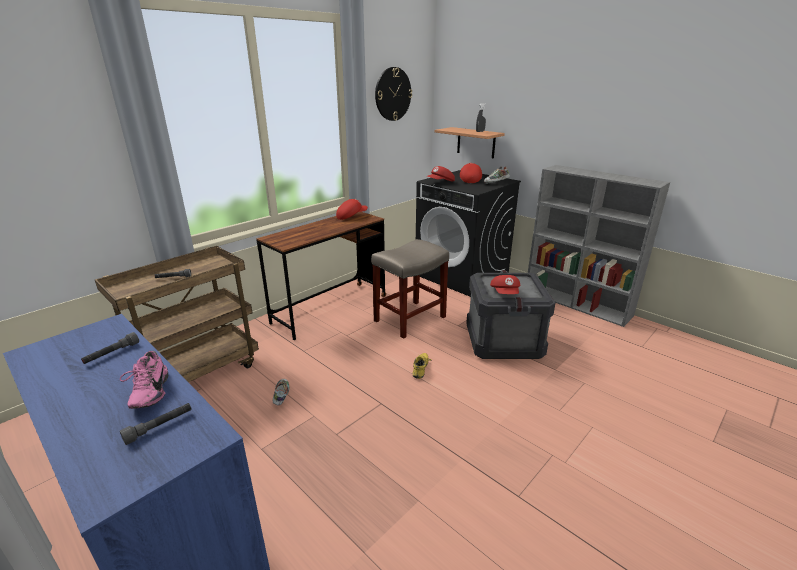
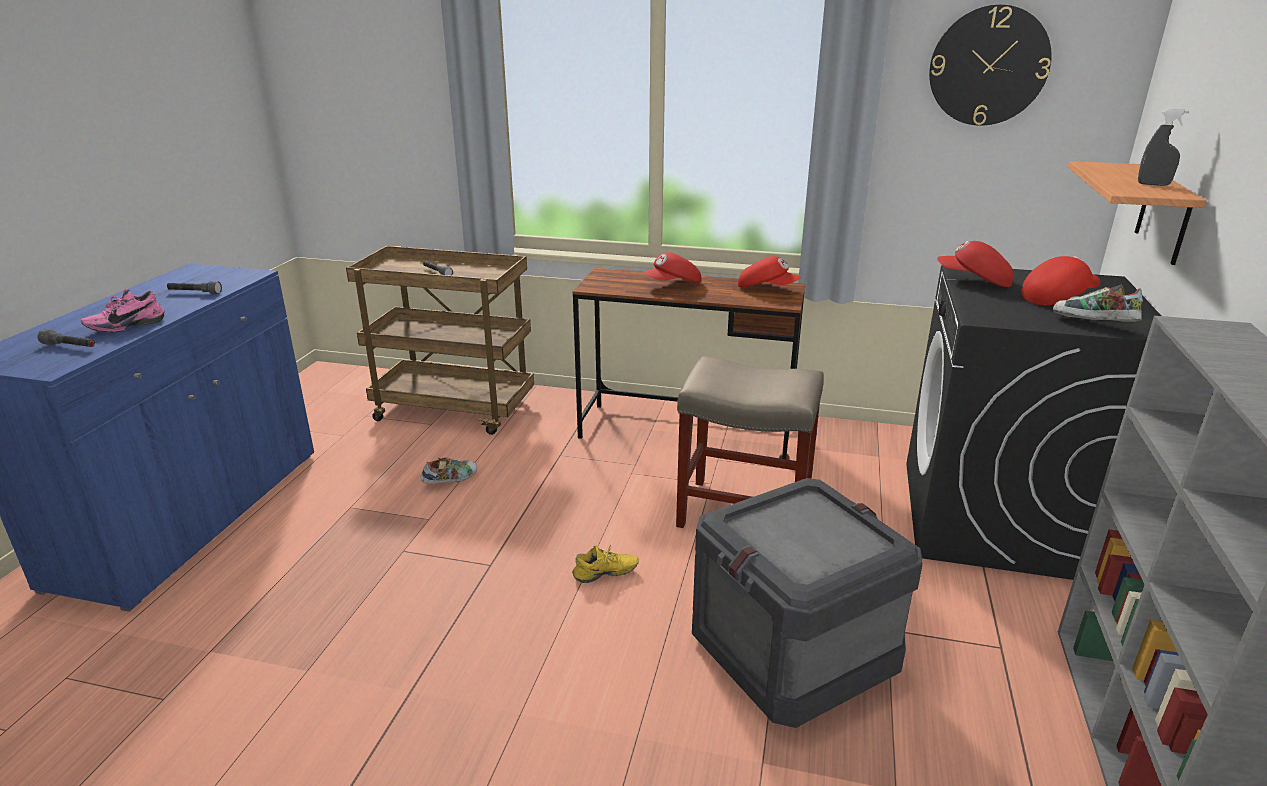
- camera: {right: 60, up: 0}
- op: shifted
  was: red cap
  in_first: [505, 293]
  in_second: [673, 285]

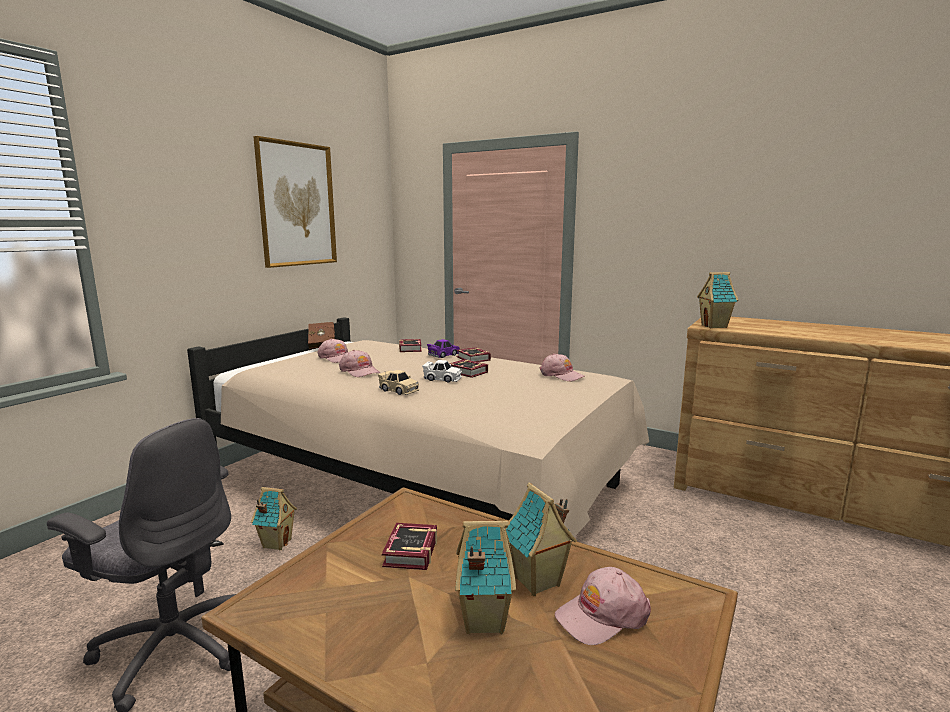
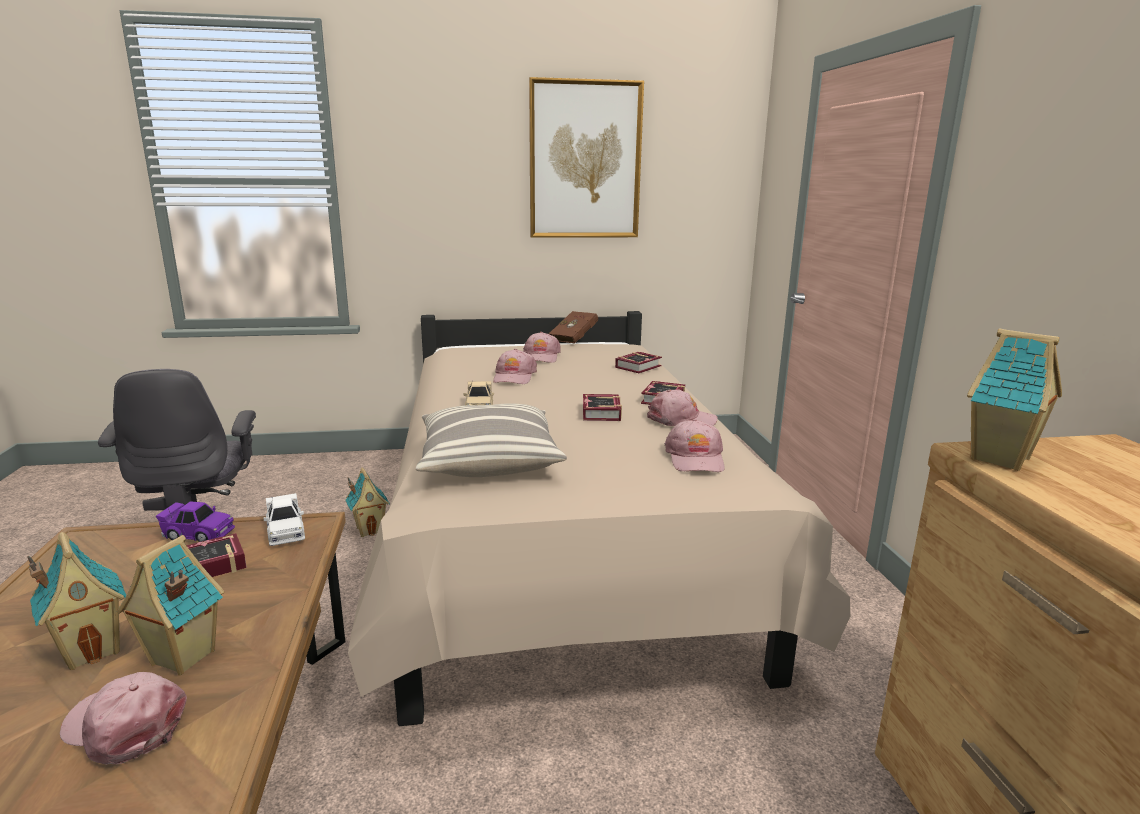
- camera: {right: 50, up: 5}
- op: new
  now: pillow
  in_second: [488, 461]
- op: new
  now: pink cap
  in_second: [681, 420]
- op: shifted
  was: white toy car
  in_first: [442, 379]
  in_second: [285, 531]
- op: shifted
  was: purple toy car
  in_first: [443, 355]
  in_second: [198, 534]

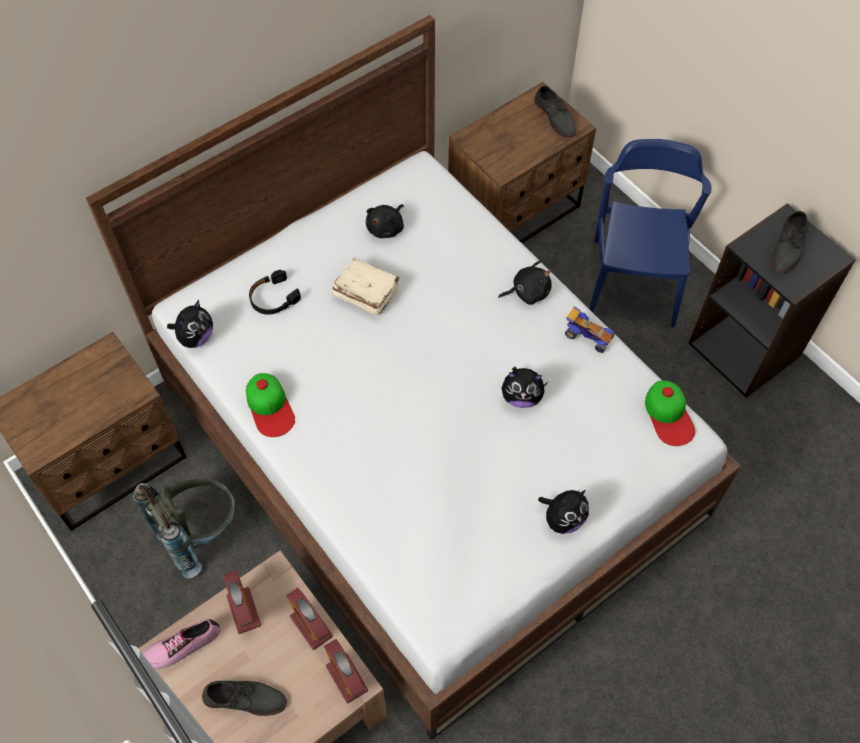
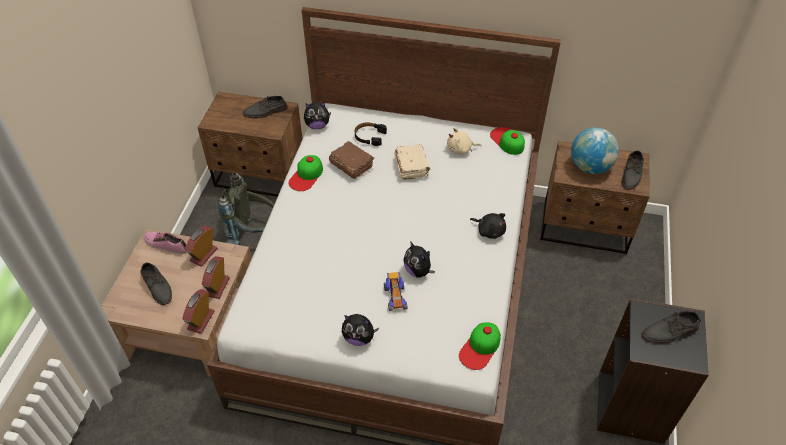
- camera: {right: 50, up: -10}
- op: gone
  was: blue chair
  in_first: [633, 282]
- op: new
  now: grey shoe
  in_second: [265, 111]
- op: new
  now: brown book
  in_second: [351, 165]
- op: new
  now: cap
  in_second: [507, 141]
- op: new
  now: globe
  in_second: [590, 167]
- op: shifted
  was: toy car
  in_first: [587, 335]
  in_second: [395, 297]
- op: repainted
  was: black plush toy
  now: beige plush toy
  in_first: [386, 228]
  in_second: [461, 149]

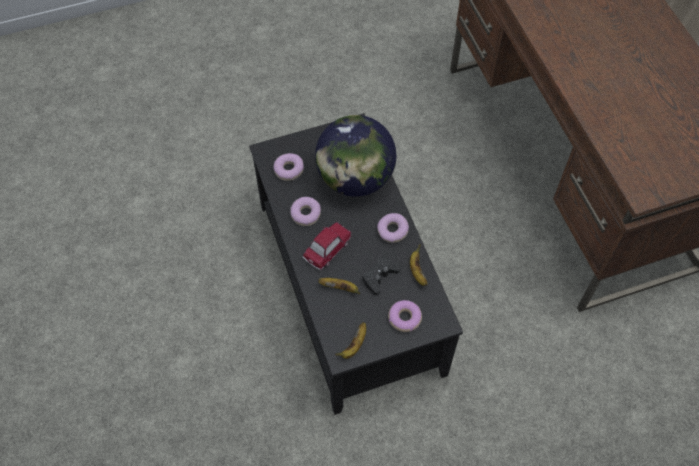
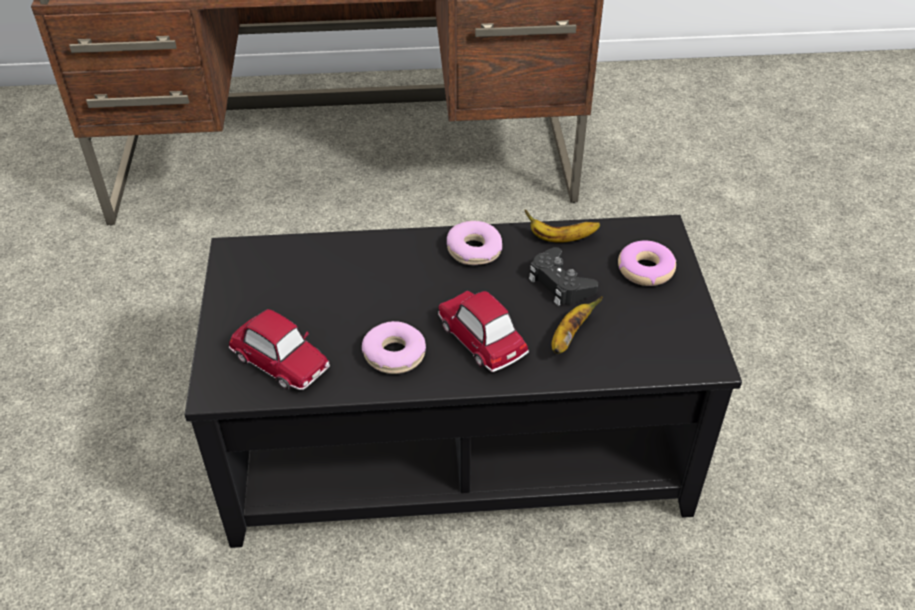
- camera: {right: -75, up: -15}
- op: gone
  was: globe
  in_first: [355, 178]
- op: gone
  was: banana
  in_first: [354, 346]
- op: swapped
  was: donut
  now: toy car
  in_first: [289, 170]
  in_second: [281, 361]

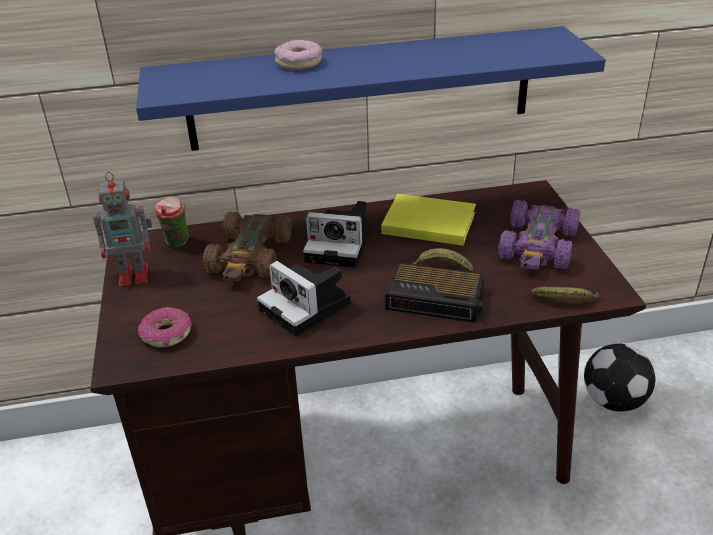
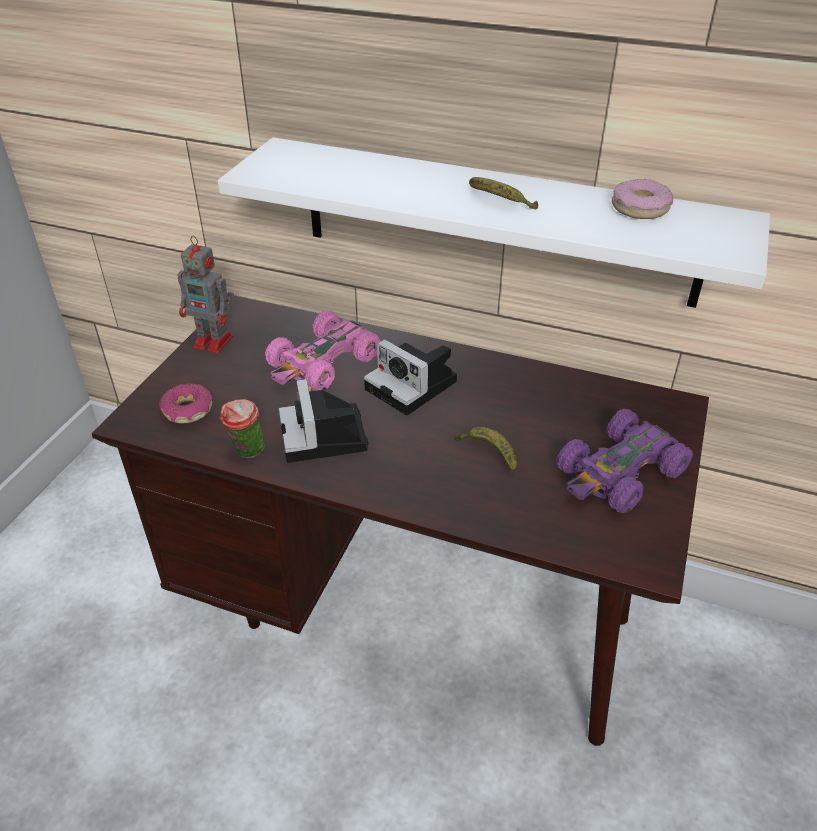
- camera: {right: 30, up: 5}
- op: gone
  was: yellow book
  in_first: [427, 222]
- op: gone
  was: alarm clock
  in_first: [437, 299]
- op: gone
  was: football
  in_first: [614, 401]
- op: shifted
  was: cup
  in_first: [177, 244]
  in_second: [247, 453]
- op: shifted
  was: donut
  in_first: [298, 63]
  in_second: [639, 208]
- op: shifted
  was: banana
  in_first: [566, 301]
  in_second: [499, 202]
- op: repainted
  was: blue shelf
  now: white shelf
  in_first: [361, 89]
  in_second: [496, 221]
- op: repainted
  was: brown toy car
  now: pink toy car
  in_first: [250, 256]
  in_second: [323, 363]

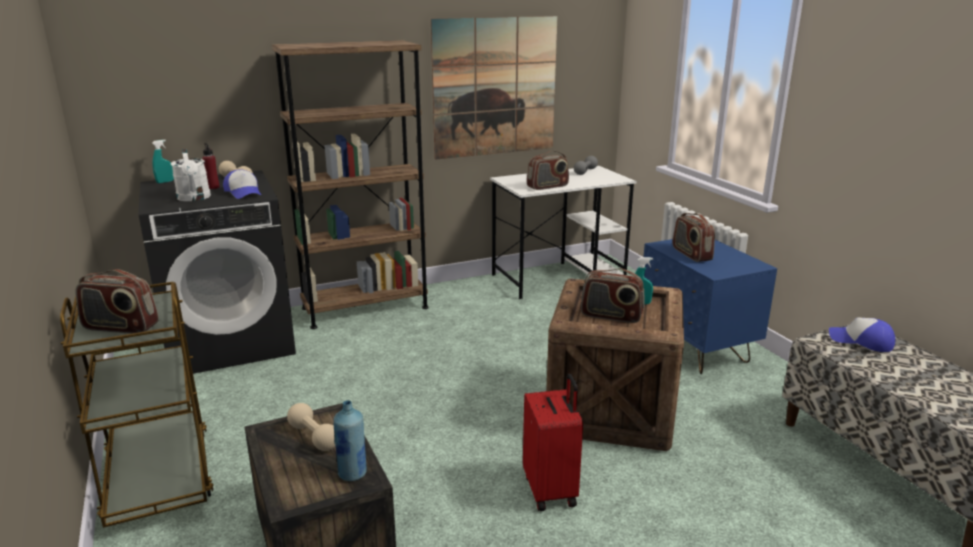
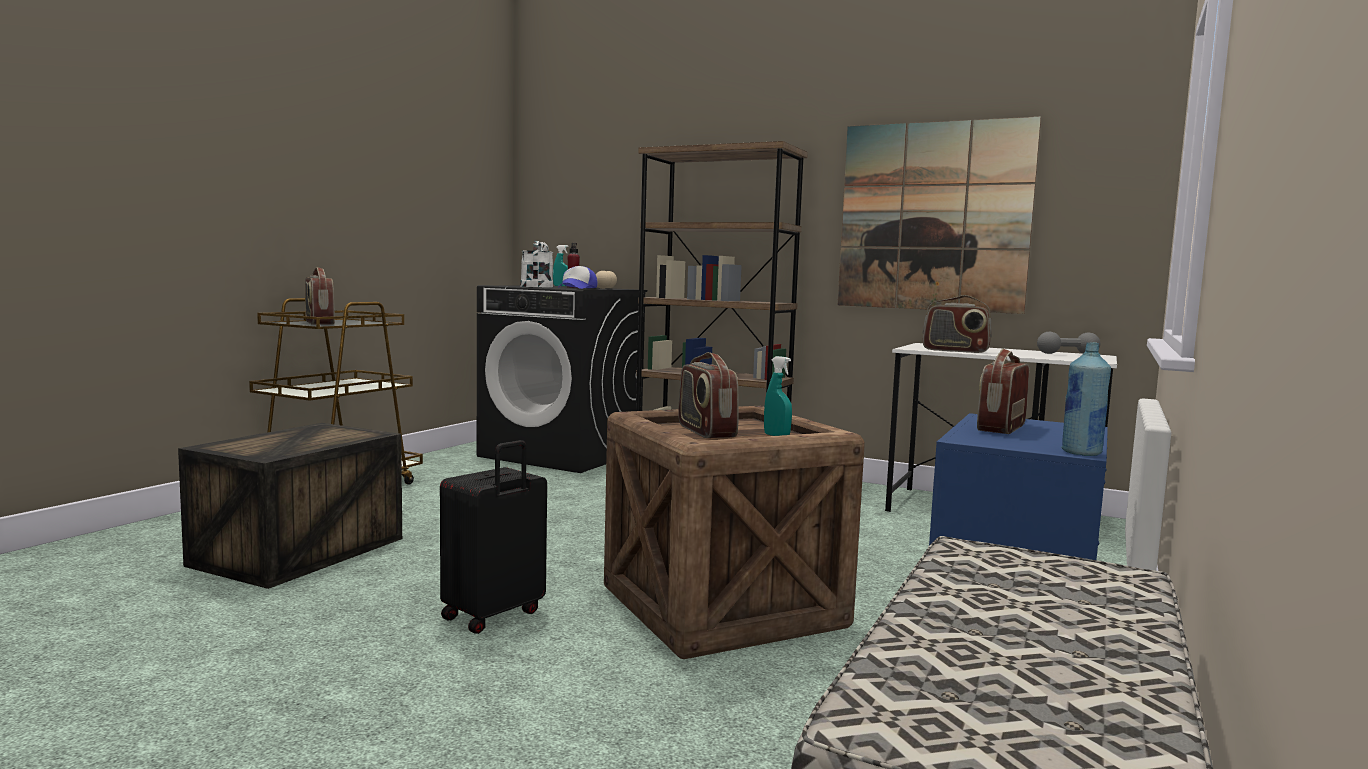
- camera: {right: 50, up: -15}
- op: gone
  was: beige dumbbell
  in_first: [313, 437]
- op: gone
  was: cap
  in_first: [861, 341]
- op: shifted
  was: blue bottle
  in_first: [352, 473]
  in_second: [1081, 453]
- op: repainted
  was: red suitcase
  now: black suitcase
  in_first: [551, 490]
  in_second: [494, 615]
- op: rotated
  was: white watering can
  in_first: [194, 198]
  in_second: [537, 286]
  clockwise: 150

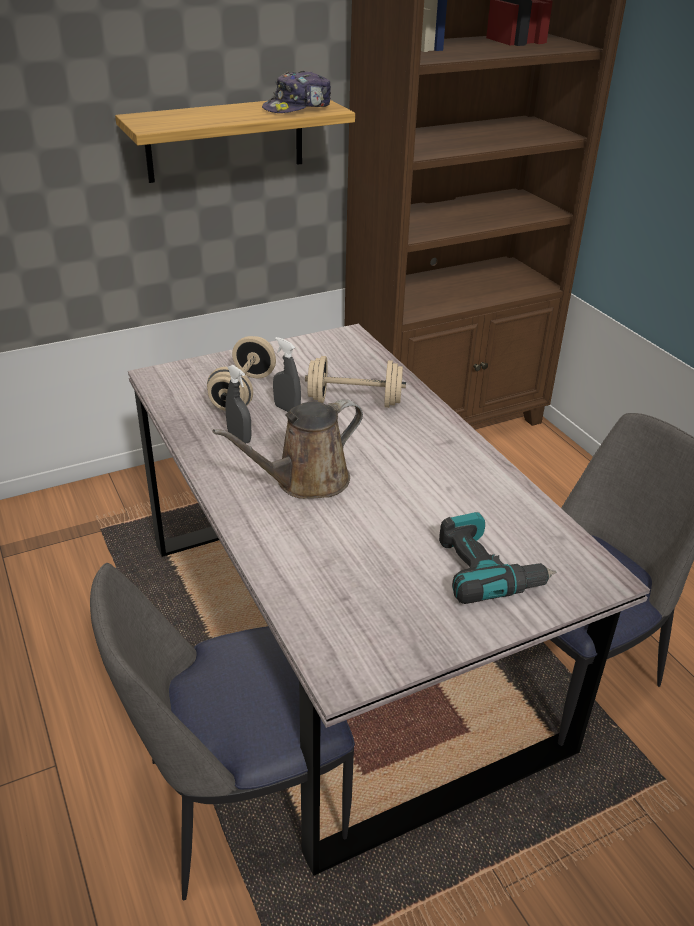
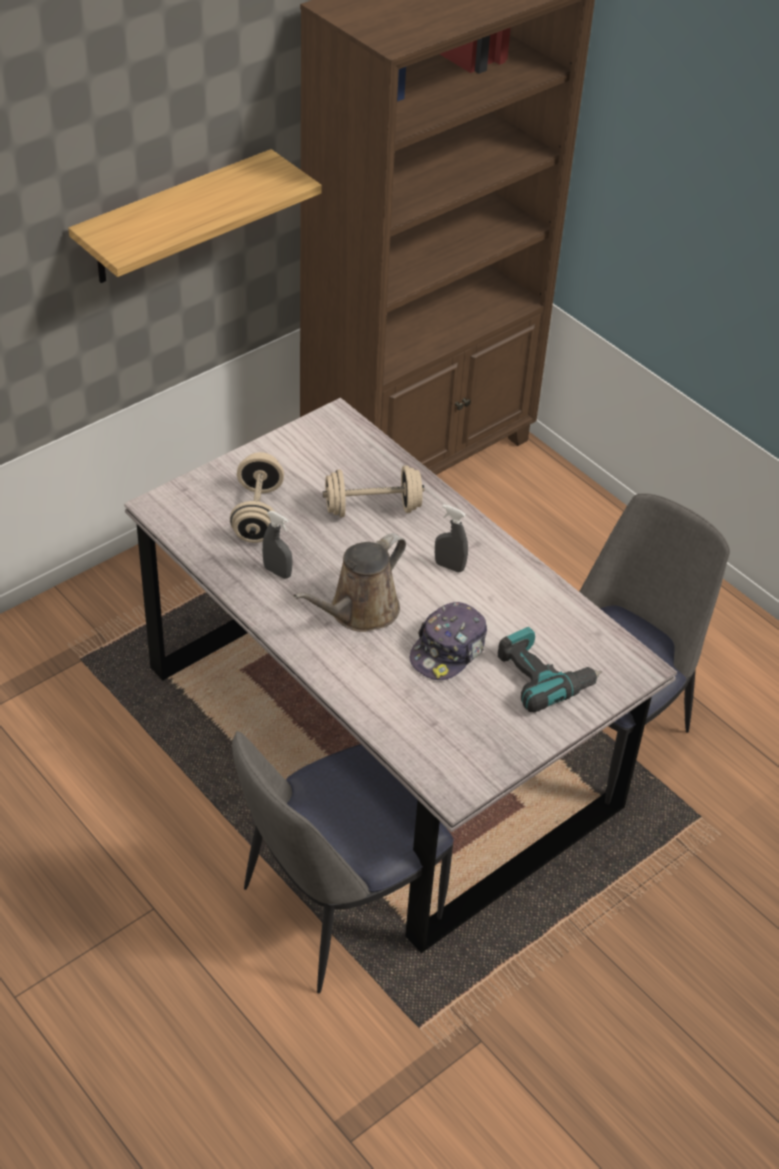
- camera: {right: -15, up: 10}
- op: shifted
  was: cap
  in_first: [298, 108]
  in_second: [448, 650]
- op: shifted
  was: grey spray bottle
  in_first: [287, 409]
  in_second: [449, 566]

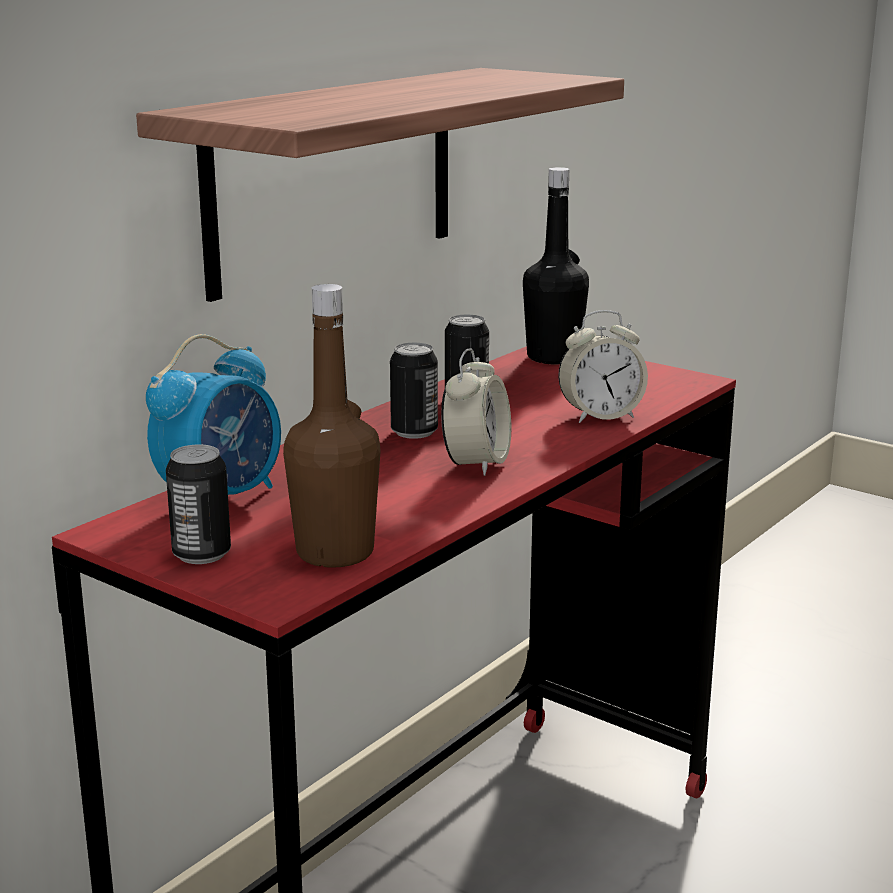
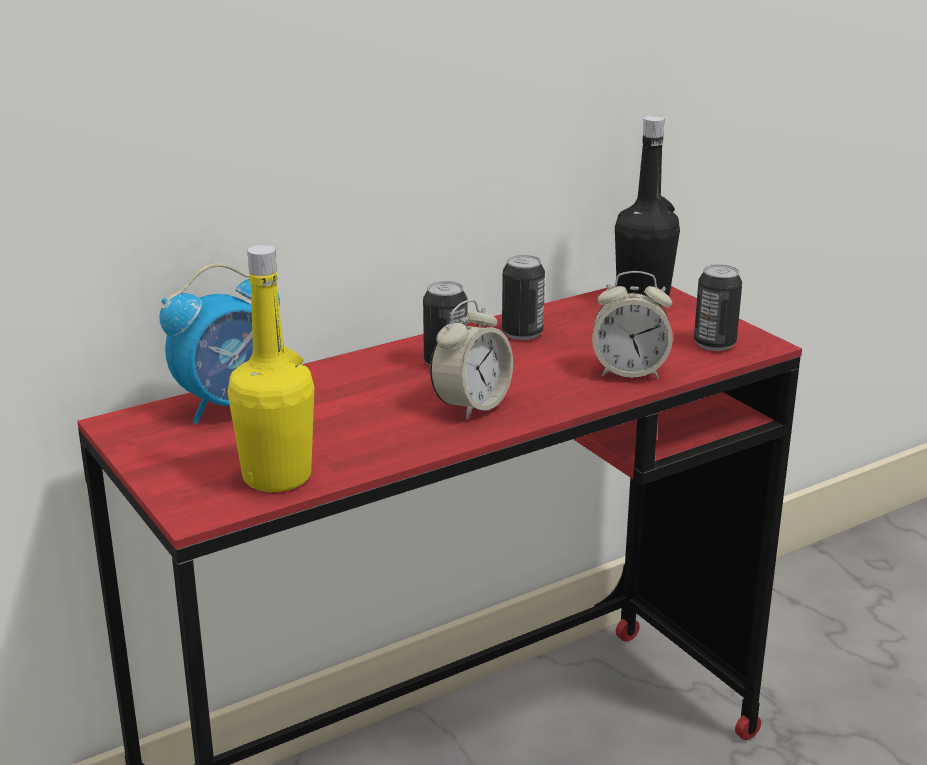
- camera: {right: 20, up: 5}
- op: gone
  was: shelf
  in_first: [333, 178]
- op: shifted
  was: can
  in_first: [201, 554]
  in_second: [714, 344]
- op: repainted
  was: brown bottle
  now: yellow bottle
  in_first: [335, 553]
  in_second: [277, 477]

